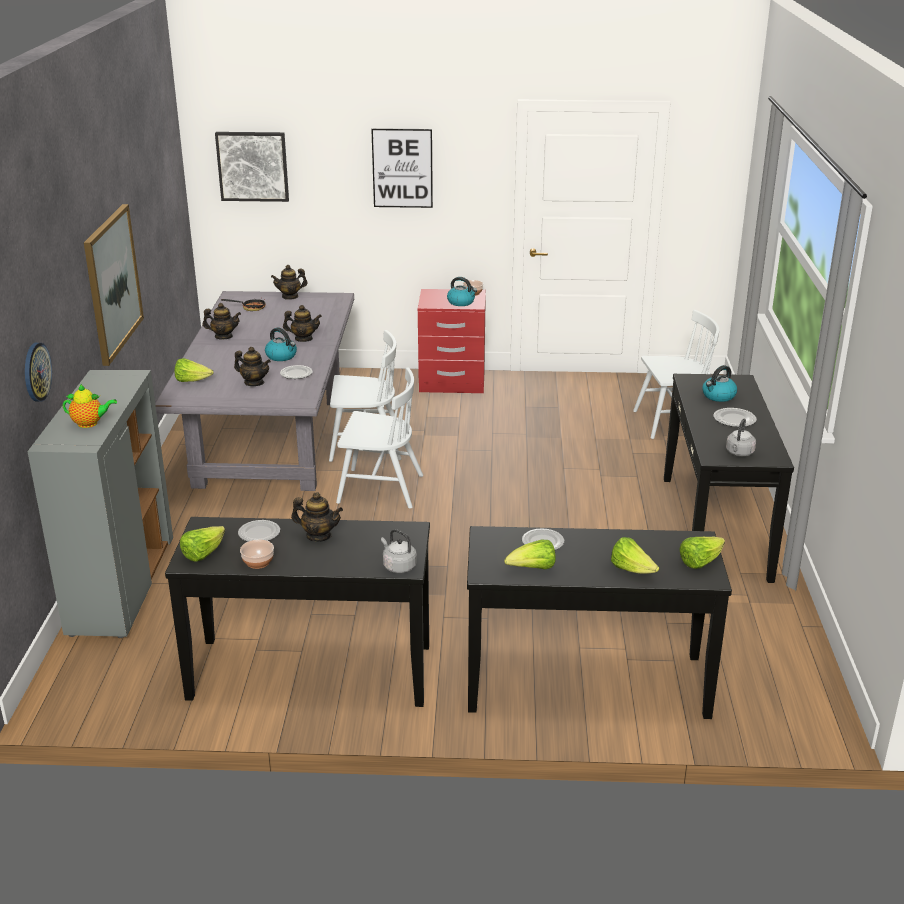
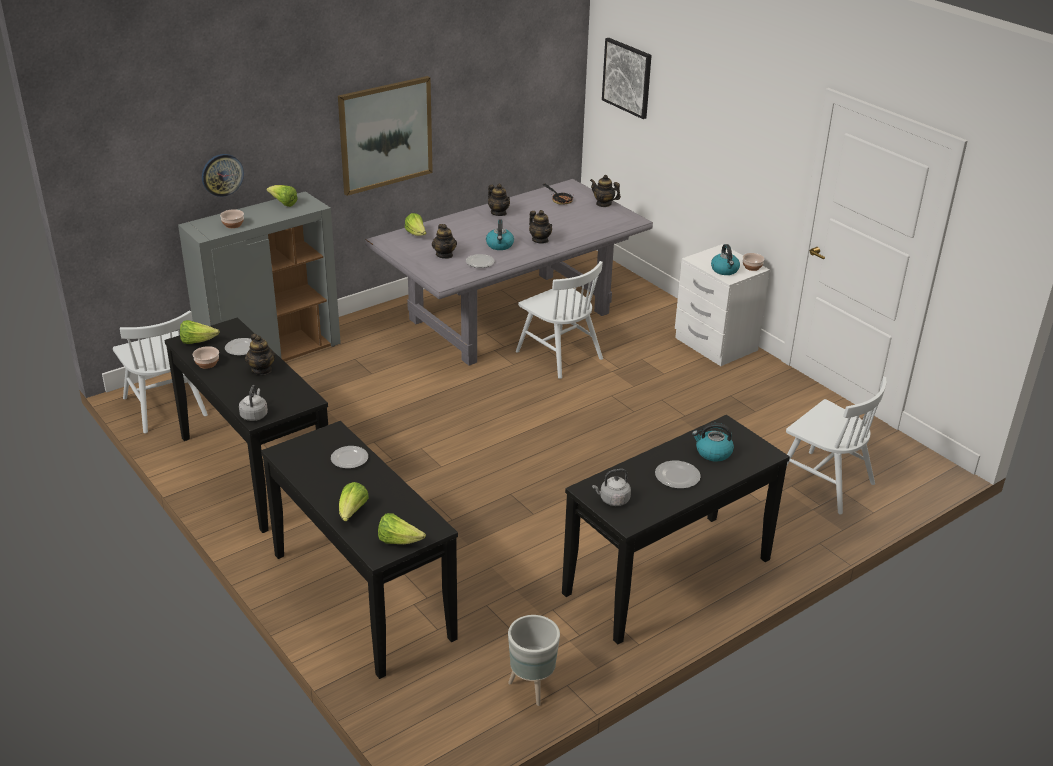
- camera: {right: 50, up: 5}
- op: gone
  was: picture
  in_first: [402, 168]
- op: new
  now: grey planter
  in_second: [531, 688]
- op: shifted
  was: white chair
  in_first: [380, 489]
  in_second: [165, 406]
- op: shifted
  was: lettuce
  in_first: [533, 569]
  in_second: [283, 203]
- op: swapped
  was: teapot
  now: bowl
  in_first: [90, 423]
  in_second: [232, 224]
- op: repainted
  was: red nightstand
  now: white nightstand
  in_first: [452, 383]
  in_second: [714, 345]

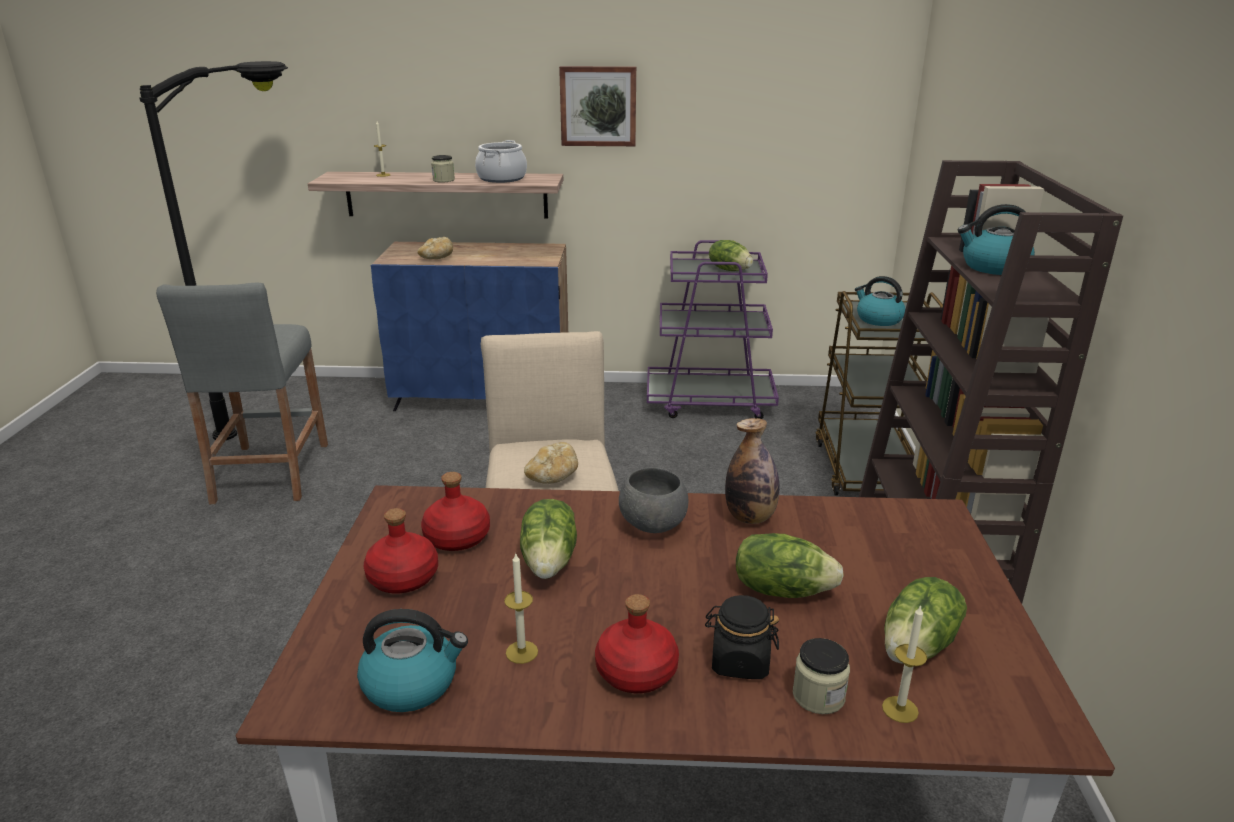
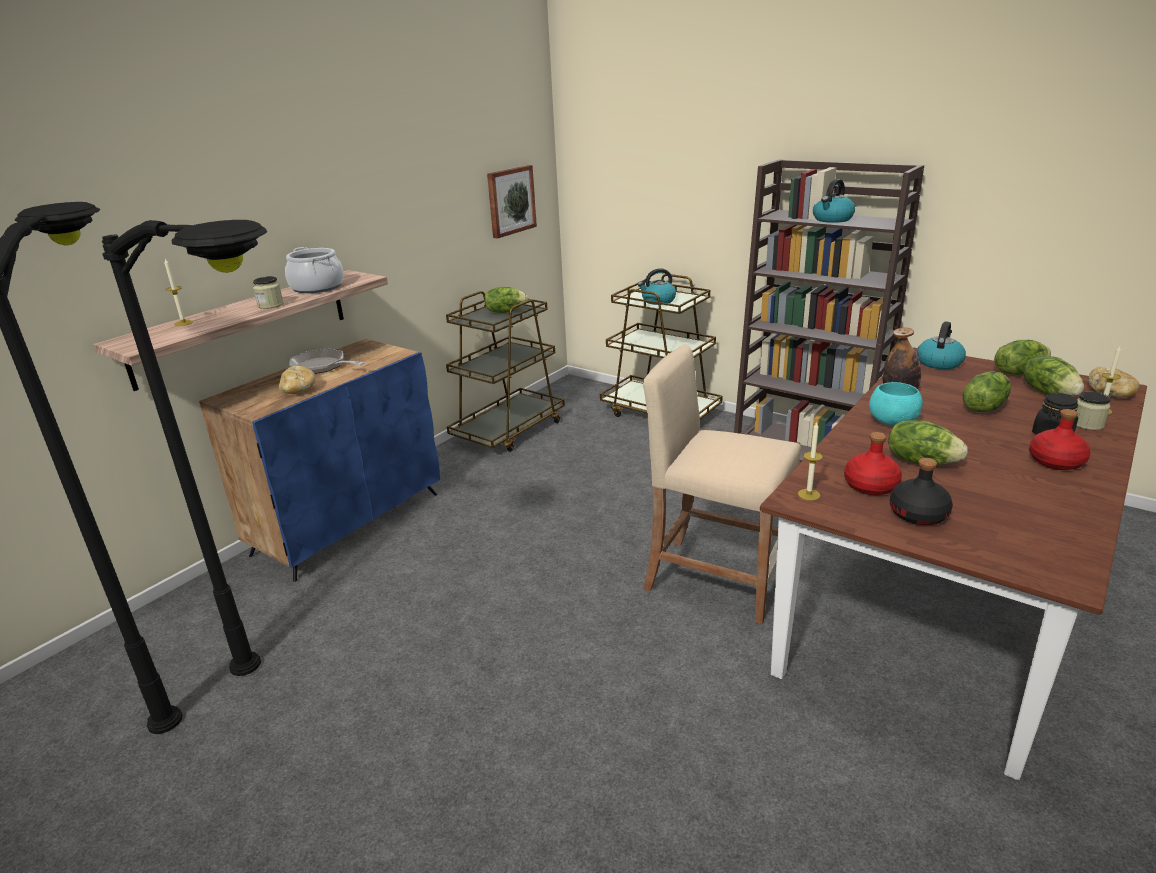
- camera: {right: -55, up: 0}
- op: new
  now: frying pan
  in_second: [322, 367]
- op: new
  now: lettuce
  in_second: [1018, 372]
- op: shifted
  was: kettle
  in_first: [412, 683]
  in_second: [939, 362]
- op: shifted
  was: candle
  in_first: [521, 652]
  in_second: [809, 494]
- op: shifted
  was: bread
  in_first: [552, 477]
  in_second: [1110, 393]
- op: shifted
  was: picture
  in_first: [598, 106]
  in_second: [510, 201]
- op: swapped
  was: grey stool
  now: black floor lamp
  in_first: [270, 472]
  in_second: [311, 697]
- op: repainted
  was: red bottle
  now: black bottle
  in_first: [404, 578]
  in_second: [918, 514]
- op: repainted
  was: grey bowl
  now: turquoise bowl
  in_first: [652, 526]
  in_second: [893, 423]
- op: repainted
  was: purple cart
  now: brown cart
  in_first: [710, 402]
  in_second: [509, 430]

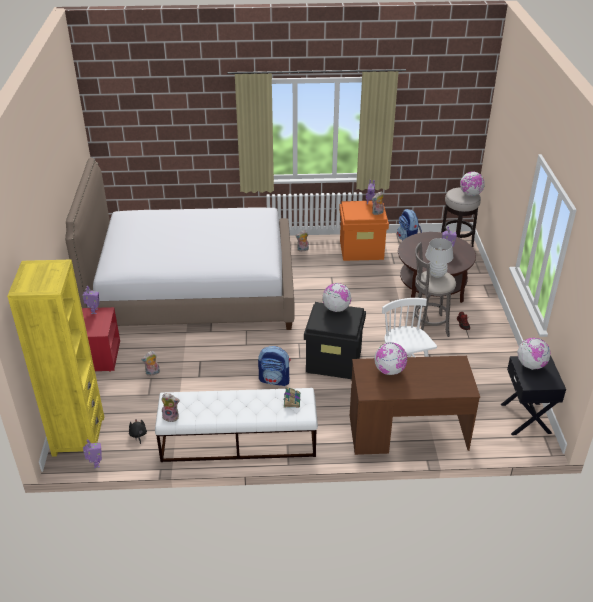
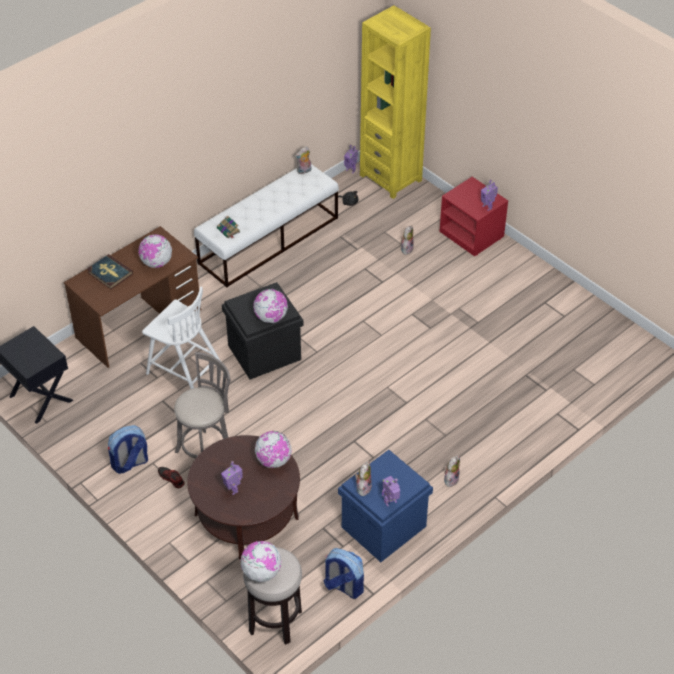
- camera: {right: 140, up: 10}
- op: gone
  was: bed
  in_first: [193, 290]
- op: gone
  was: white table lamp
  in_first: [436, 274]
- op: new
  now: book
  in_second: [110, 273]
- op: shifted
  was: backpack
  in_first: [275, 380]
  in_second: [130, 463]
- op: shifted
  was: globe
  in_first: [531, 365]
  in_second: [273, 461]
- op: repainted
  was: orange storage box
  now: blue storage box
  in_first: [362, 249]
  in_second: [383, 527]

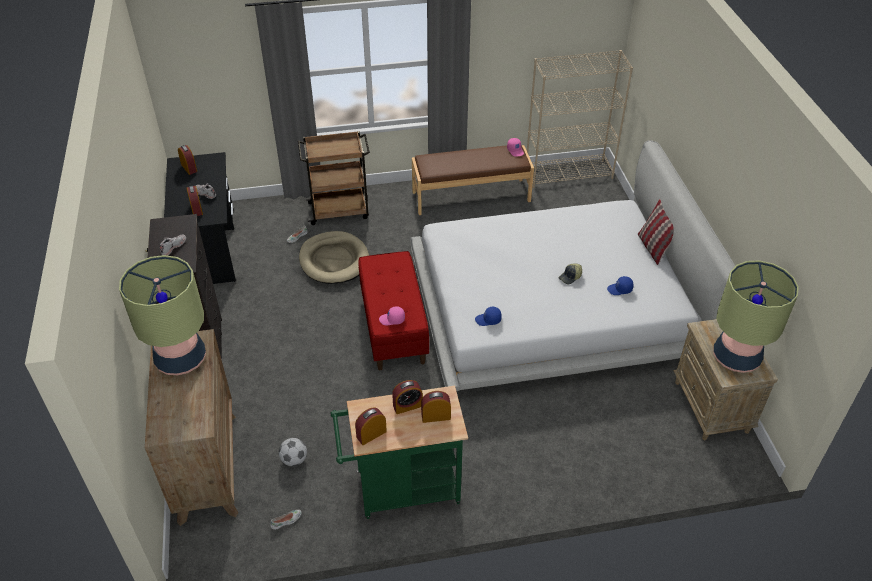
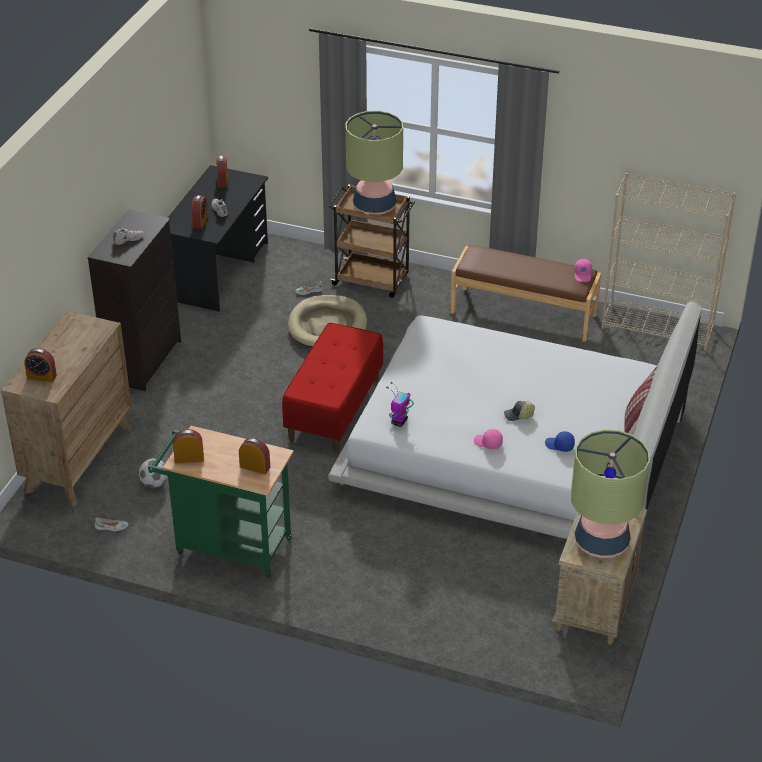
- camera: {right: 30, up: -5}
- op: shifted
  was: table lamp
  in_first: [180, 359]
  in_second: [374, 206]
- op: shifted
  was: pink cap
  in_first: [392, 319]
  in_second: [488, 443]
- op: shifted
  was: alarm clock
  in_first: [407, 406]
  in_second: [41, 376]
- op: swapped
  was: blue cap
  now: toy robot
  in_first: [488, 320]
  in_second: [399, 422]

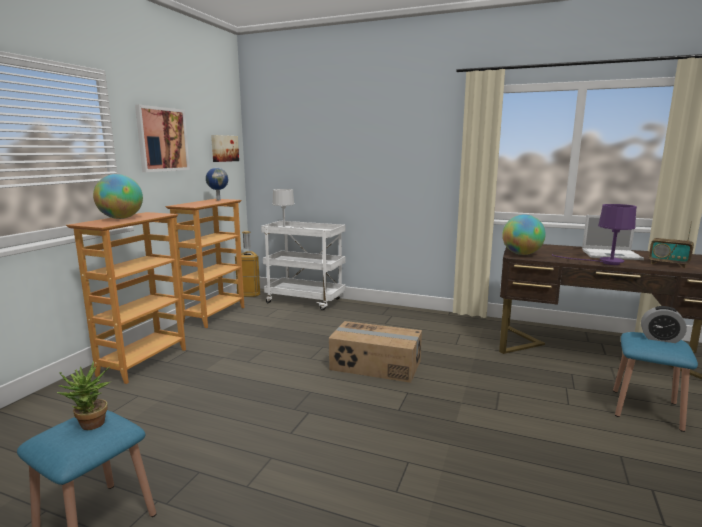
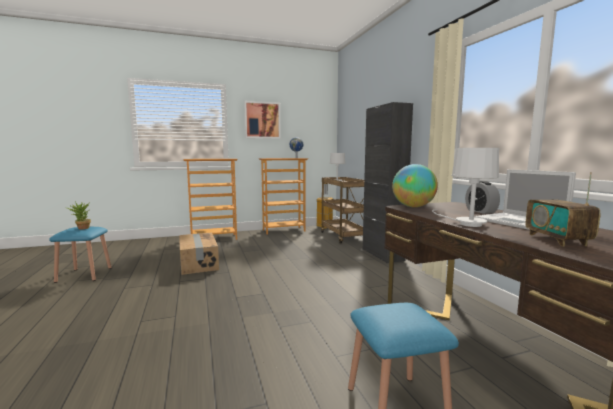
- camera: {right: 50, up: -5}
- op: gone
  was: globe
  in_first: [121, 218]
- op: gone
  was: picture
  in_first: [224, 148]
- op: new
  now: black cabinet
  in_second: [382, 254]
- op: shifted
  was: cardboard box
  in_first: [375, 365]
  in_second: [198, 263]
- op: shifted
  was: alarm clock
  in_first: [660, 339]
  in_second: [480, 211]
- op: repainted
  was: white cart
  now: brown cart
  in_first: [306, 301]
  in_second: [344, 237]
- op: repainted
  was: purple table lamp
  now: white table lamp
  in_first: [603, 262]
  in_second: [463, 223]

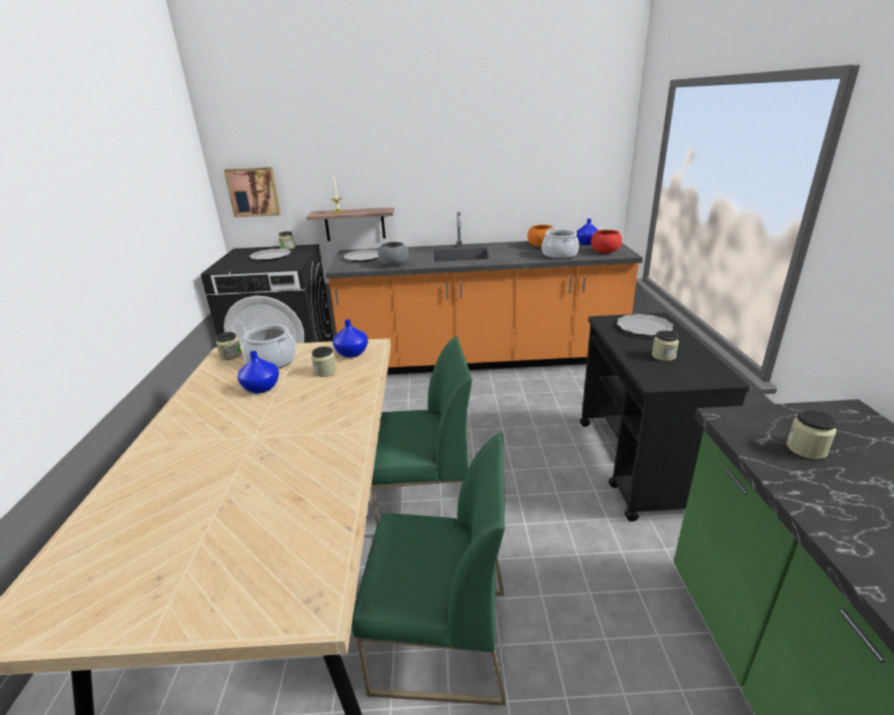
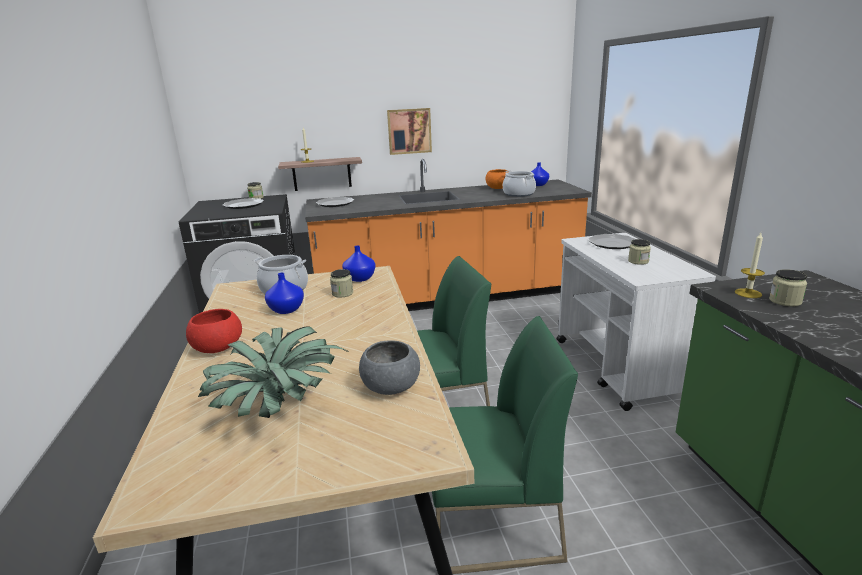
- camera: {right: -10, up: -5}
- op: gone
  was: jar
  in_first: [231, 355]
- op: new
  now: potted plant
  in_second: [278, 410]
- op: new
  now: candle
  in_second: [748, 293]
- op: shifted
  was: picture
  in_first: [253, 192]
  in_second: [409, 131]
- op: shifted
  was: grey bowl
  in_first: [394, 264]
  in_second: [390, 387]
- op: shifted
  was: red bowl
  in_first: [605, 252]
  in_second: [218, 348]
- op: repainted
  was: black cart
  now: white cart
  in_first: [639, 465]
  in_second: [618, 368]

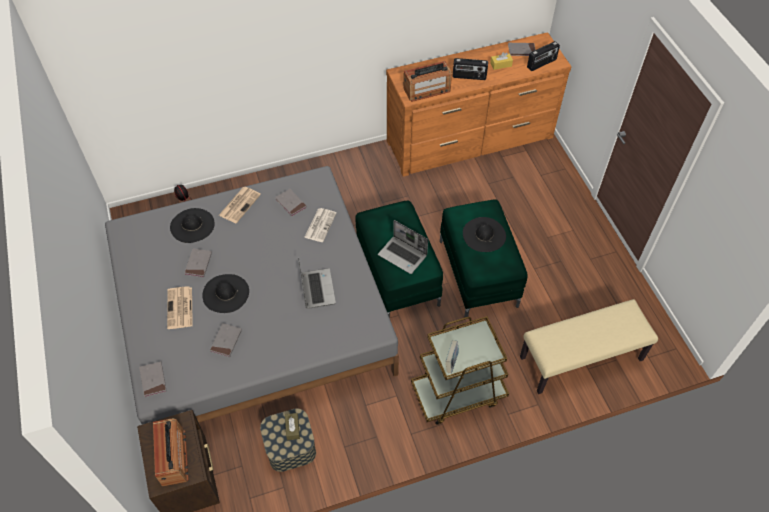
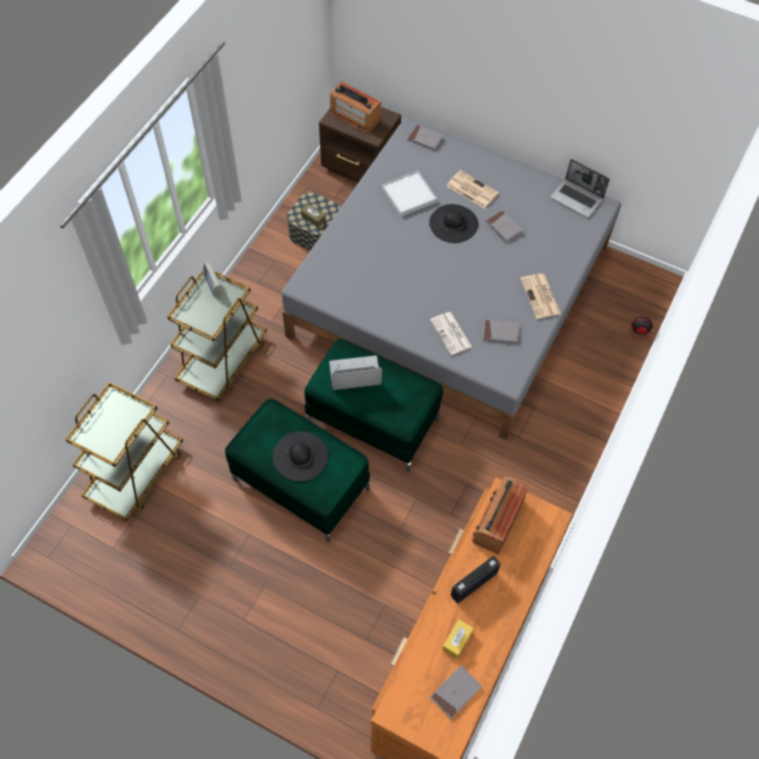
- camera: {right: 135, up: 5}
- op: gone
  was: black hat
  in_first: [192, 225]
- op: gone
  was: radio
  in_first: [541, 64]
- op: shifted
  was: laptop
  in_first: [317, 288]
  in_second: [577, 198]
- op: swapped
  was: grey book
  now: white tray
  in_first: [226, 341]
  in_second: [409, 195]
- op: swapped
  was: beige bench
  now: brown cart
  in_first: [581, 359]
  in_second: [136, 473]

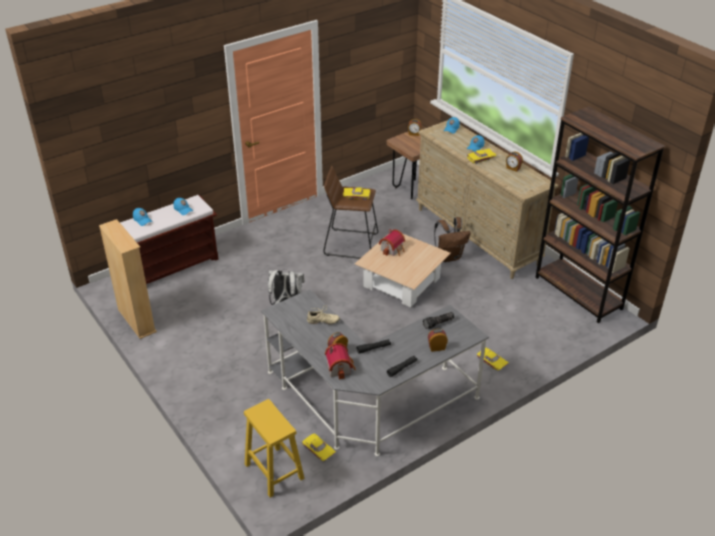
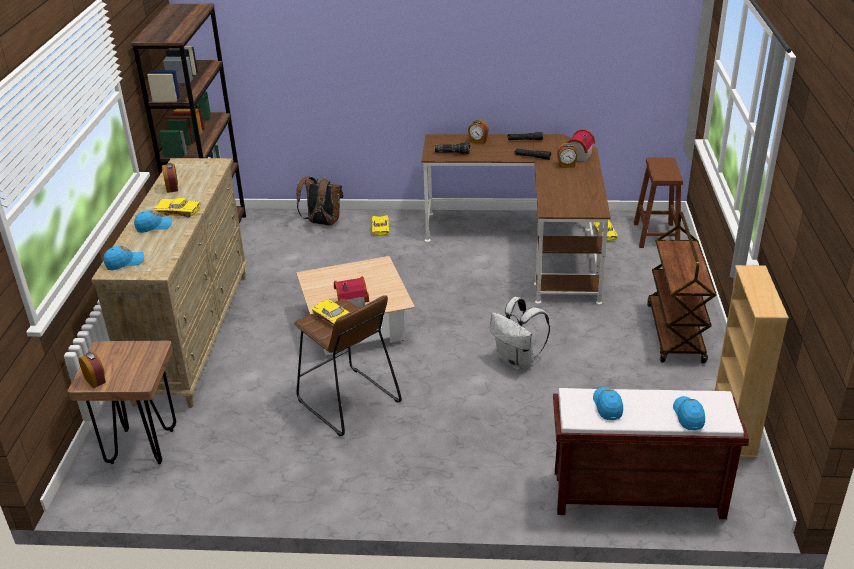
- camera: {right: -140, up: -5}
- op: gone
  was: beige shoe
  in_first: [323, 321]
- op: new
  now: brown cart
  in_second: [675, 334]
- op: shifted
  was: brown backpack
  in_first: [449, 256]
  in_second: [322, 223]
- op: repainted
  was: yellow stool
  now: brown stool
  in_first: [273, 471]
  in_second: [656, 236]
- op: repainted
  was: grey desk
  now: brown desk
  in_first: [368, 402]
  in_second: [527, 245]

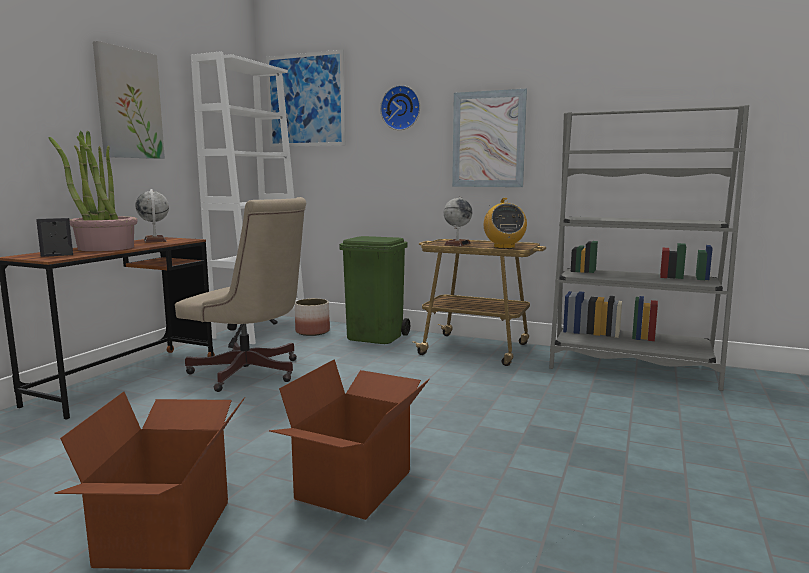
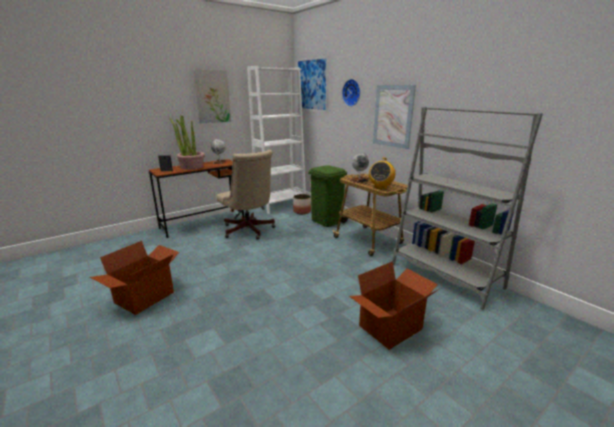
- camera: {right: 30, up: 10}
- op: shifted
  was: cardboard box
  in_first: [356, 485]
  in_second: [391, 328]

